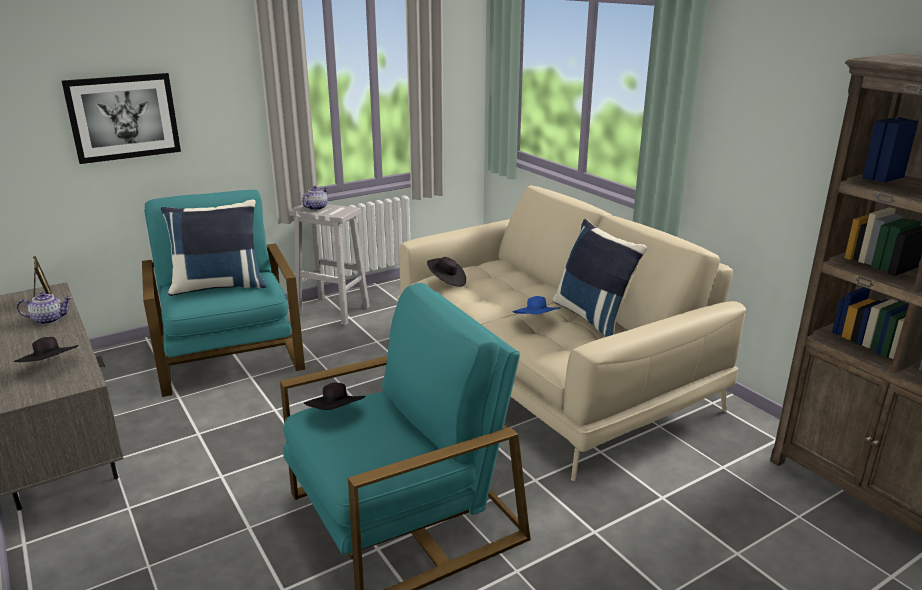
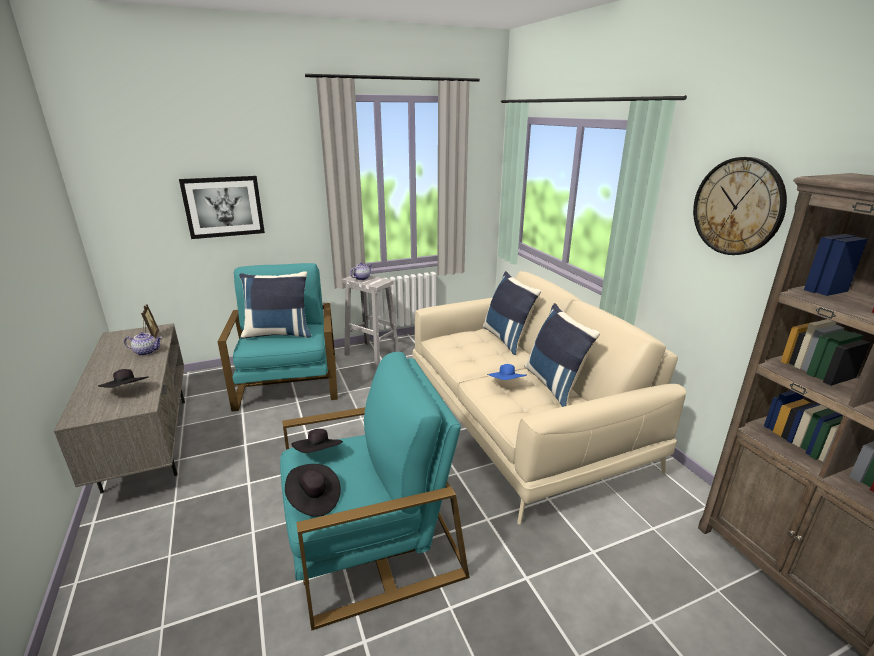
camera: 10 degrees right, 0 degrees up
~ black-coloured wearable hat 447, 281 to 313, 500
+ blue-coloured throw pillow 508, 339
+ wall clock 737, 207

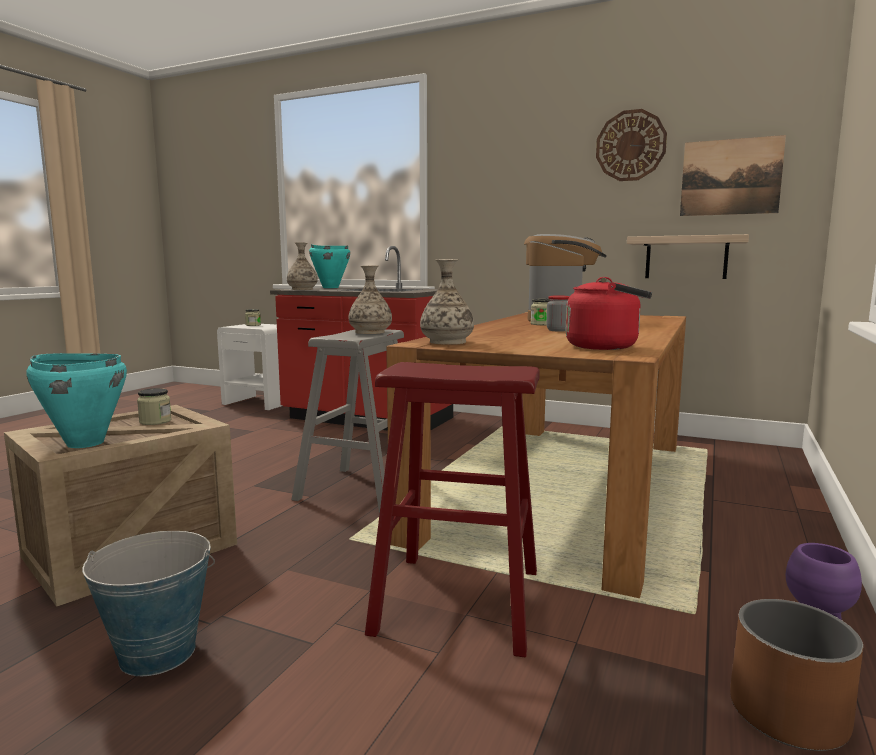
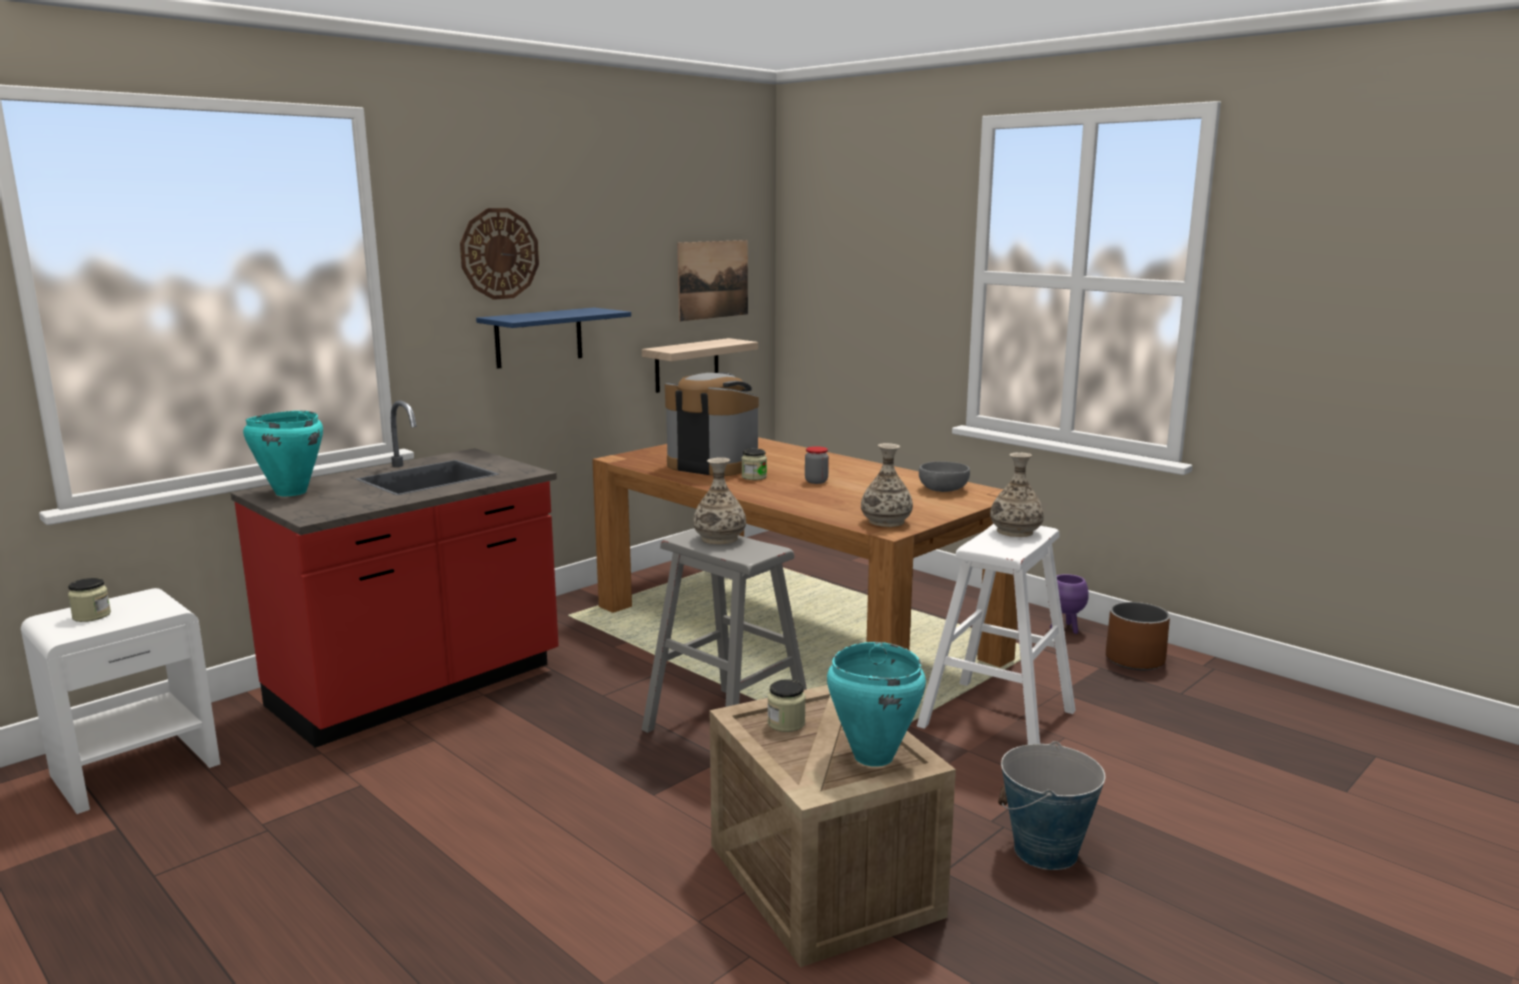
camera: 70 degrees left, 5 degrees up
~ vase 302, 289 to 1015, 531
~ reddish stool seat 458, 601 to whitish stool seat 997, 719
~ reddish tea kettle 606, 347 to grey deep dish 944, 489
~ wall clock 630, 145 to 499, 253
+ blue-coloured bracket shelf 539, 337

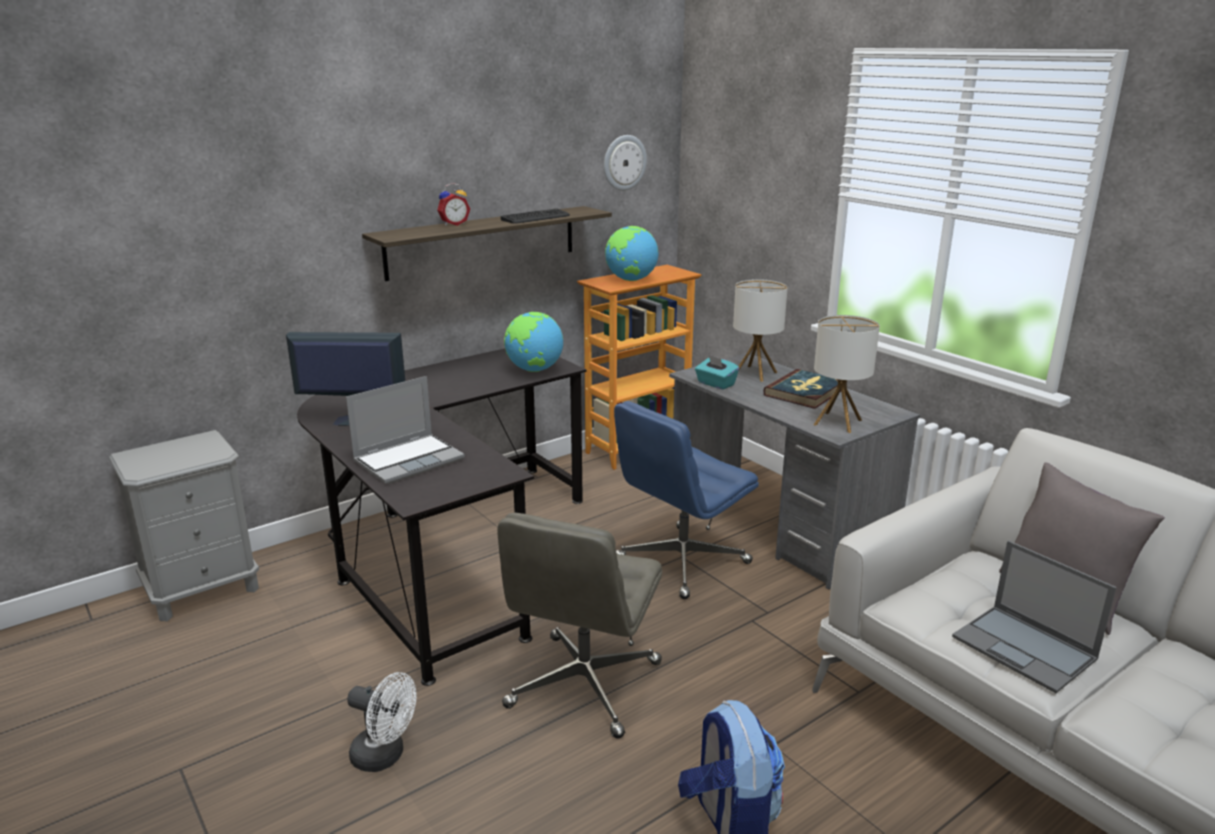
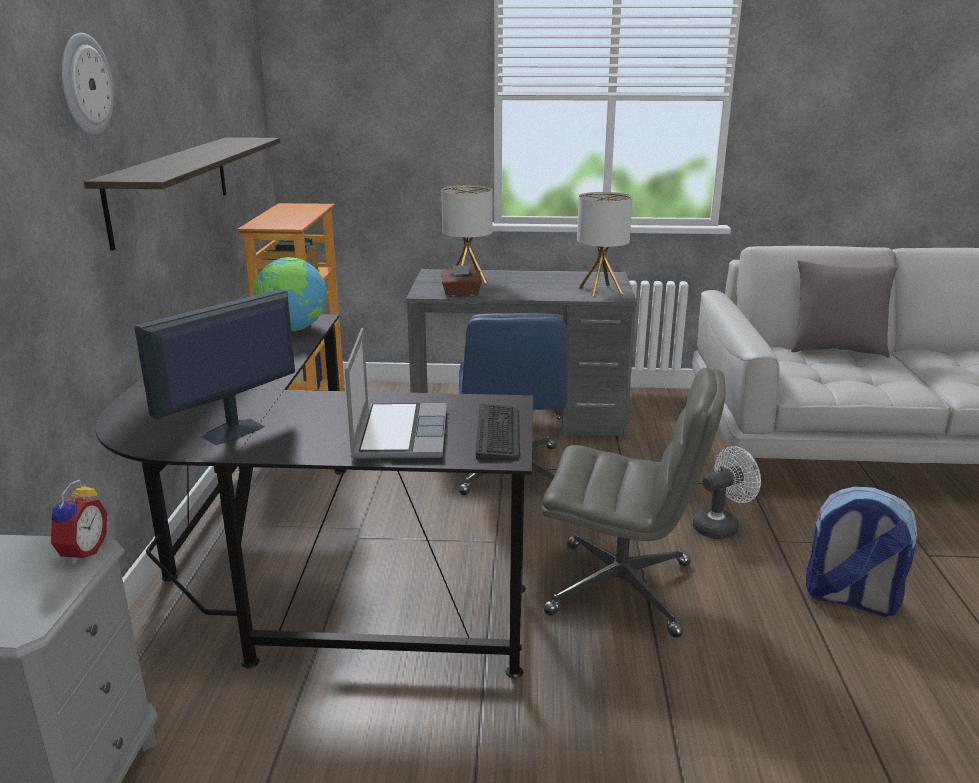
camera: 50 degrees left, 0 degrees up
~ whitish electric fan 385, 756 to 720, 526
~ bedside clock 453, 224 to 81, 552
~ grey computer chair 584, 686 = 622, 588 45 degrees counterclockwise
~ keyboard 536, 218 to 498, 433
~ wall clock 624, 162 to 85, 84
- desk globe 631, 280
~ blue-green tissue holder 715, 384 to brown-coloured tissue holder 461, 294
- volume 805, 392
- notebook computer 1025, 648

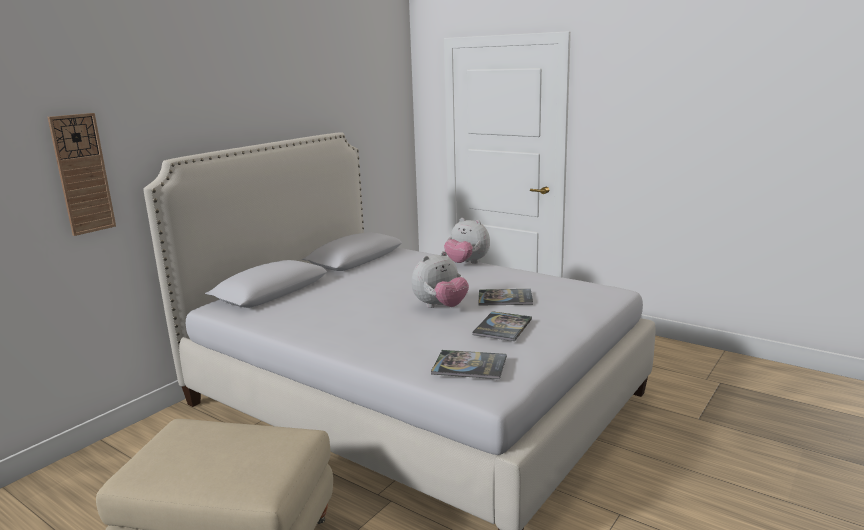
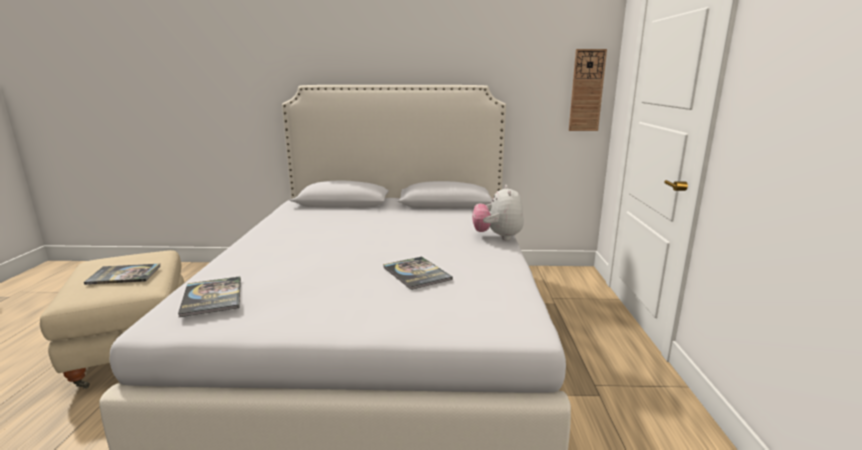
camera: 55 degrees right, 0 degrees up
~ wall clock 82, 174 to 586, 90
- plush toy 440, 307
~ volume 502, 327 to 124, 275

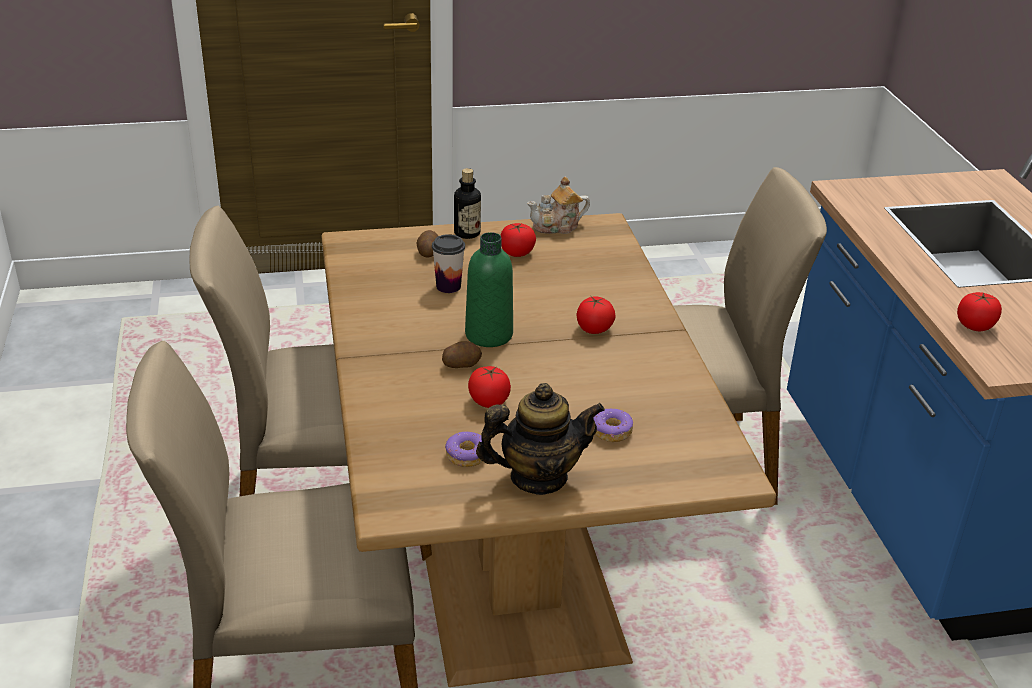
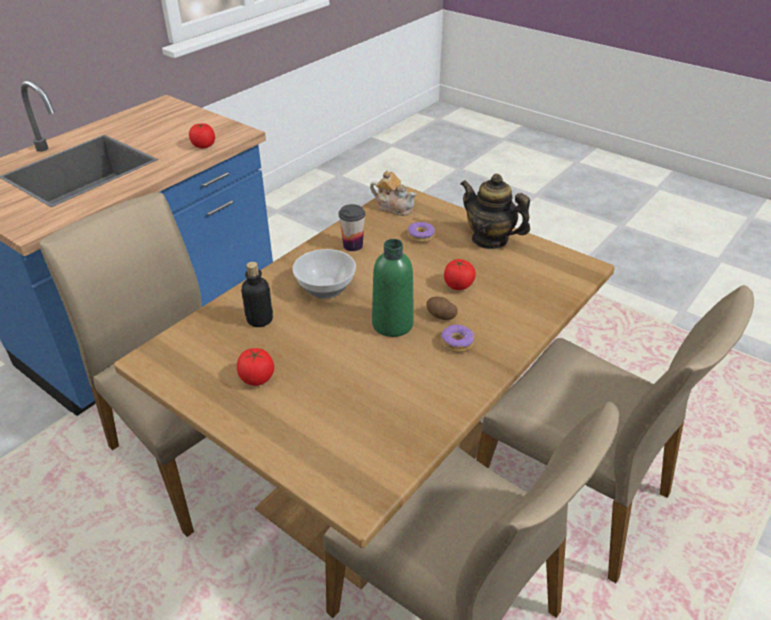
camera: 130 degrees left, 5 degrees up
- spud 428, 252
~ cup 448, 286 to 353, 245
~ doughnut 467, 455 to 457, 343
~ bottle 467, 233 to 260, 320
~ teapot 557, 226 to 394, 207
~ whole tomato 594, 329 to deep dish 326, 287

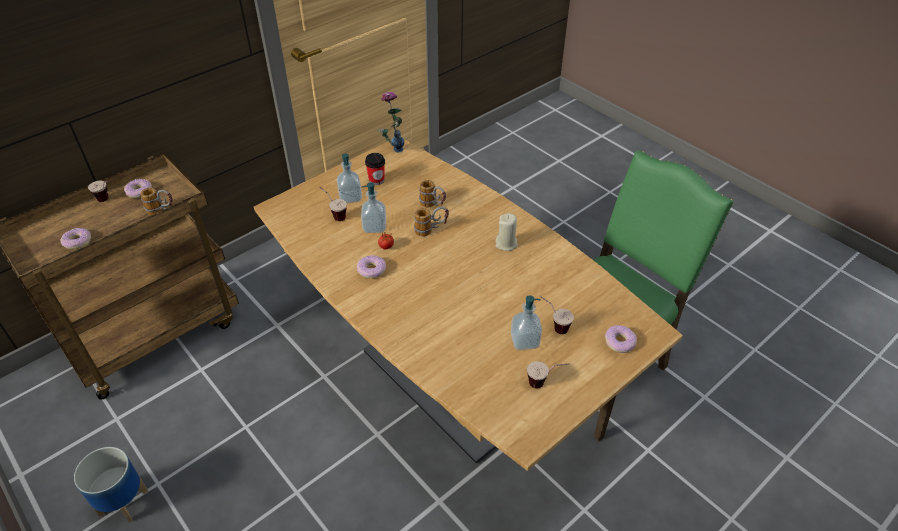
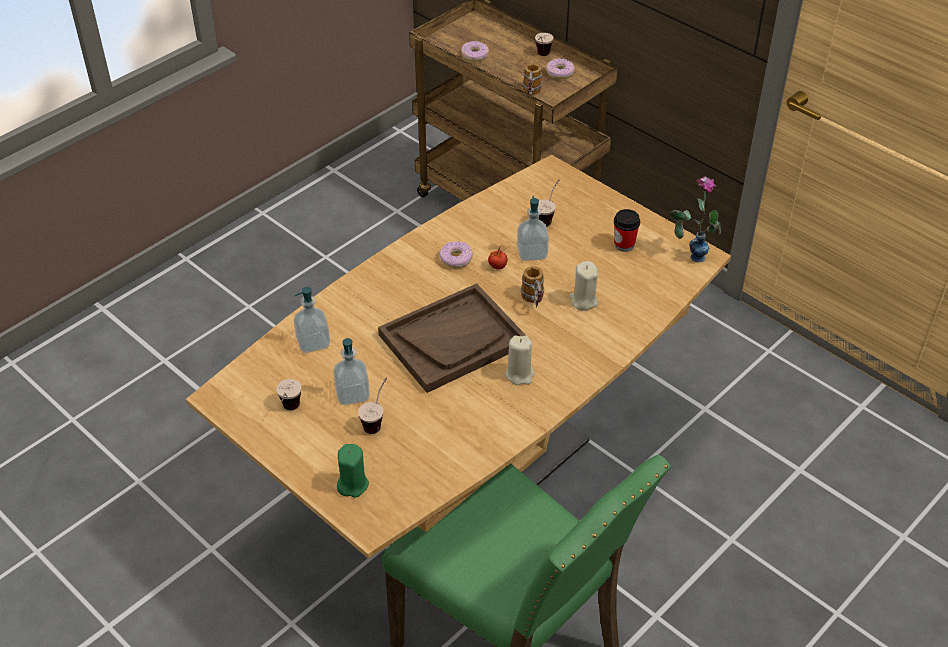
camera: 85 degrees right, 0 degrees up
- plant pot 124, 503
~ soap bottle 350, 197 to 313, 342
~ mug 433, 205 to beige-coloured candle 583, 301
~ doughnut 619, 342 to greenish candle 352, 484
+ brown-coloured tray 453, 340

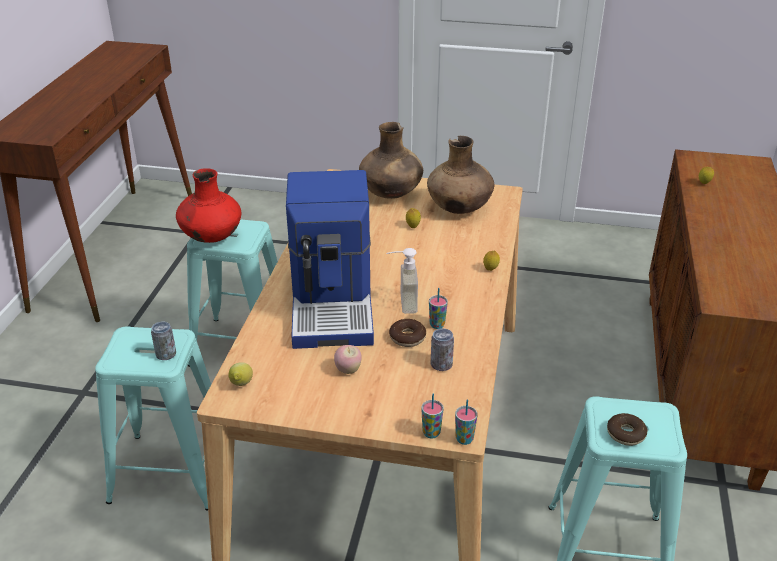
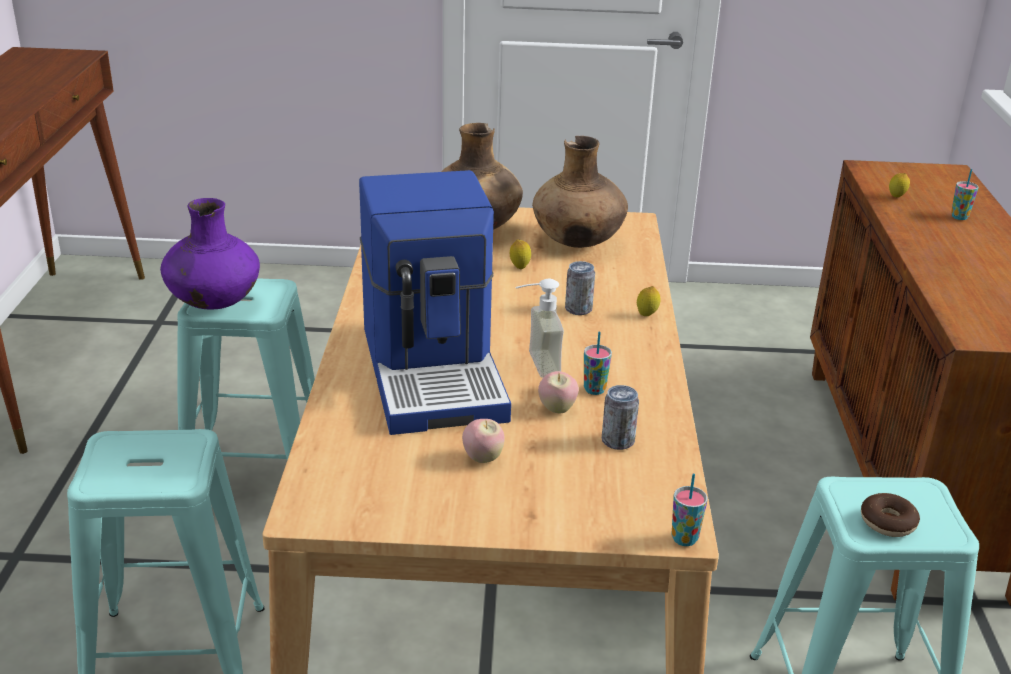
camera: 10 degrees left, 5 degrees down
~ metal can 166, 354 to 578, 309
~ reddish vase 211, 237 to purple vase 213, 303
- citrus fruit 241, 385
~ doughnut 407, 337 to apple fruit 557, 409
~ cup 431, 433 to 959, 217

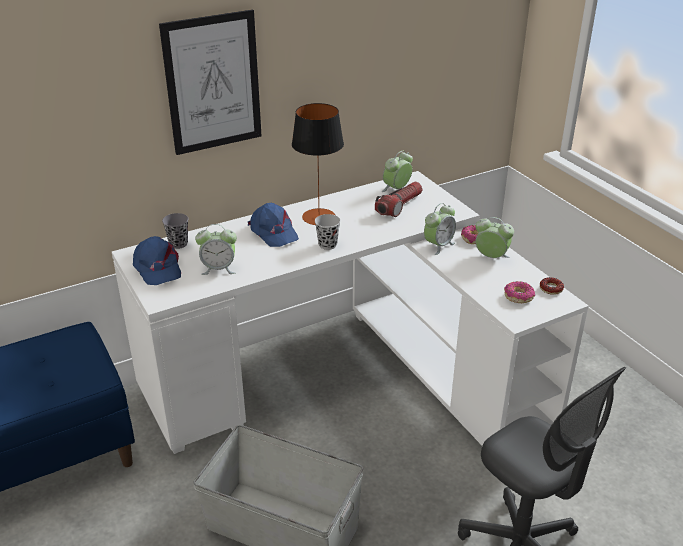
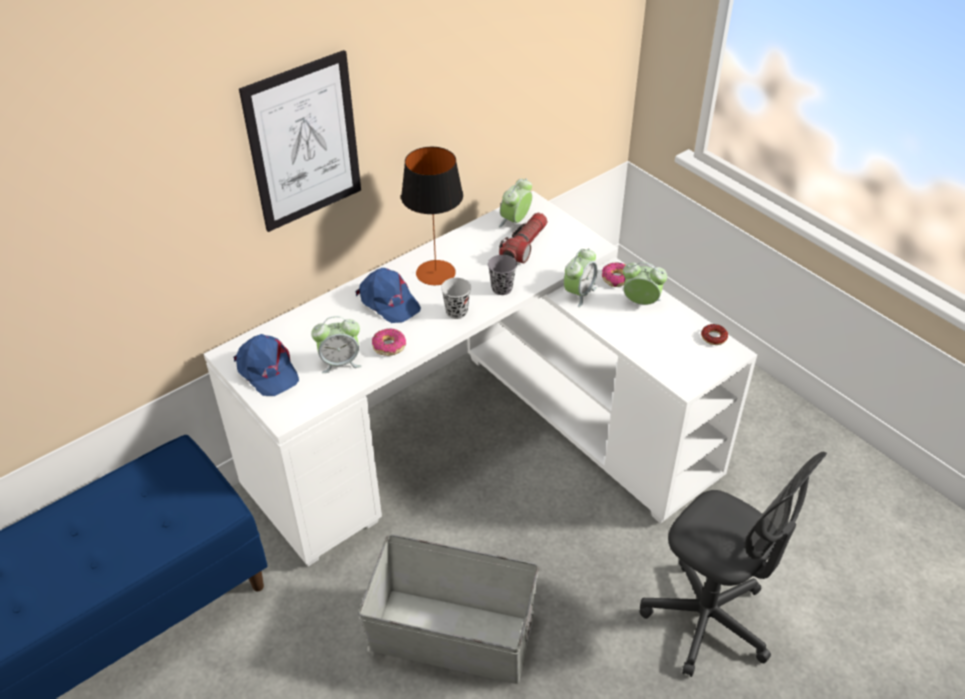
camera: 10 degrees left, 10 degrees up
~ grey cup 178, 244 to 502, 288
~ doughnut 518, 296 to 389, 346

